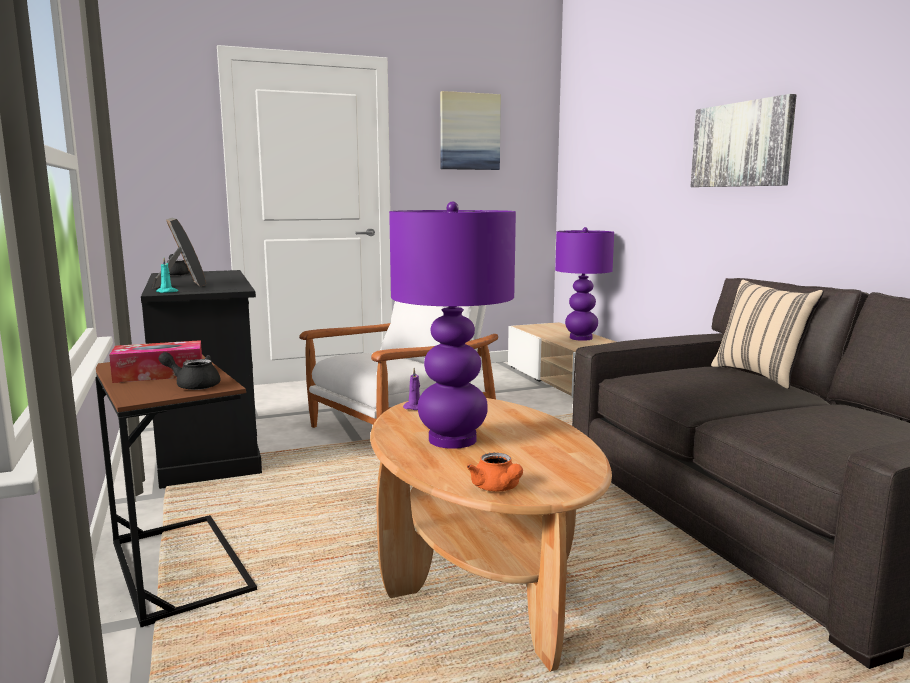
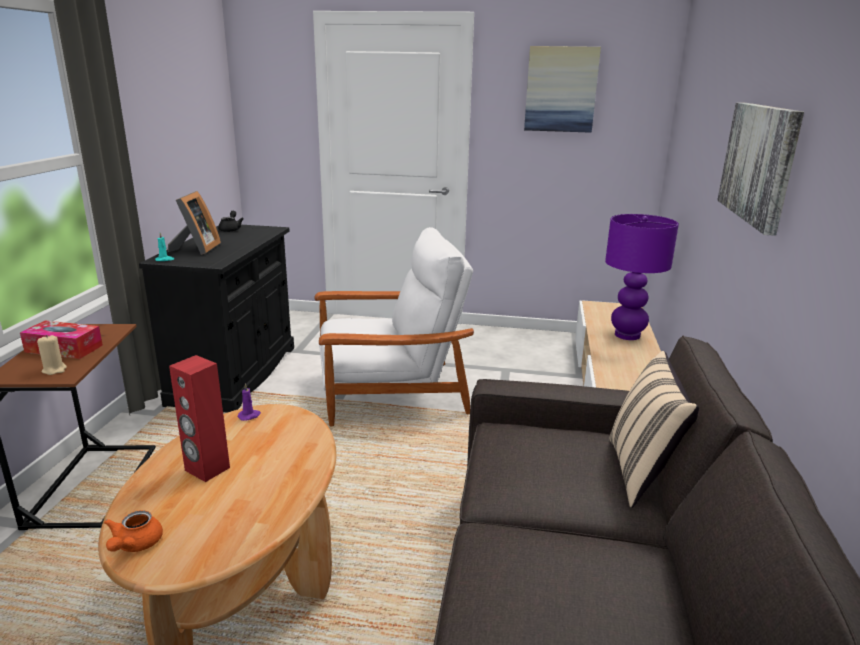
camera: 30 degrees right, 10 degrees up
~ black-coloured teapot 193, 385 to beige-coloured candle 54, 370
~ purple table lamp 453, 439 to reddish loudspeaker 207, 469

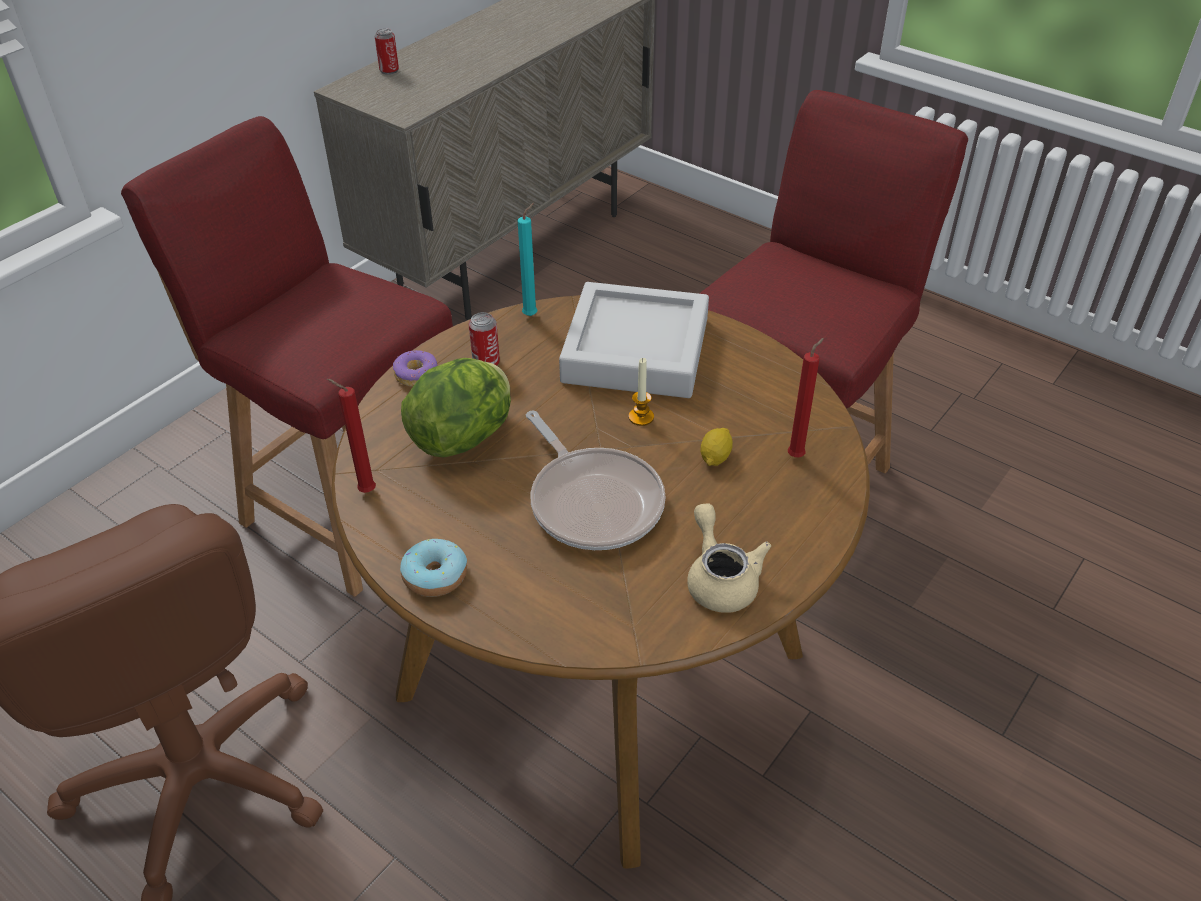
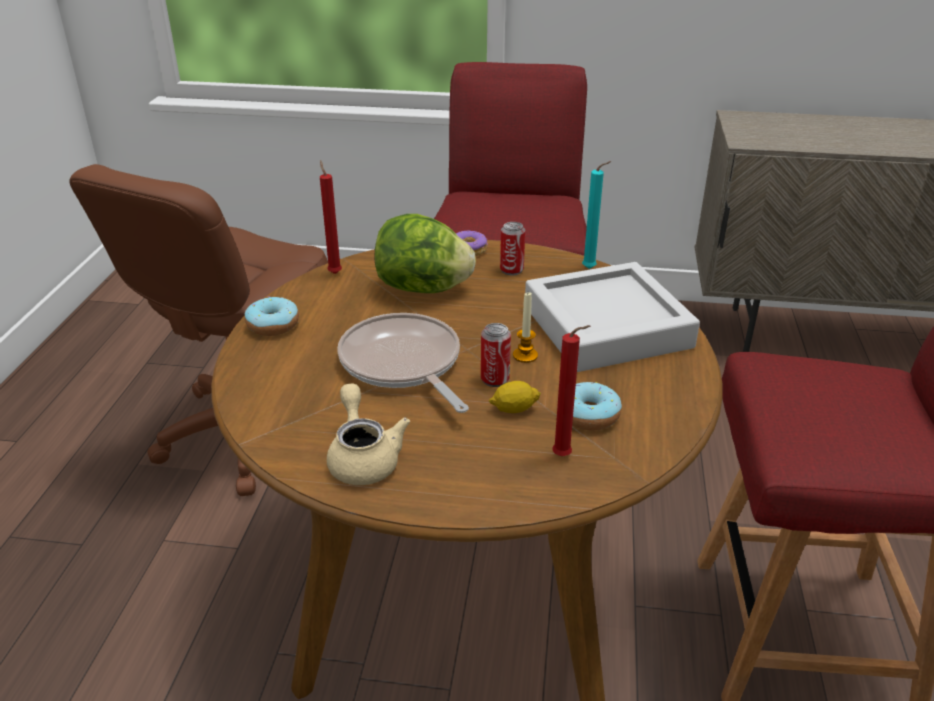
camera: 60 degrees right, 10 degrees down
~ metal can 389, 70 to 495, 379
~ skillet 593, 501 = 403, 364 120 degrees clockwise
~ beige-coloured teapot 720, 578 = 363, 457 60 degrees counterclockwise
+ doughnut 589, 415

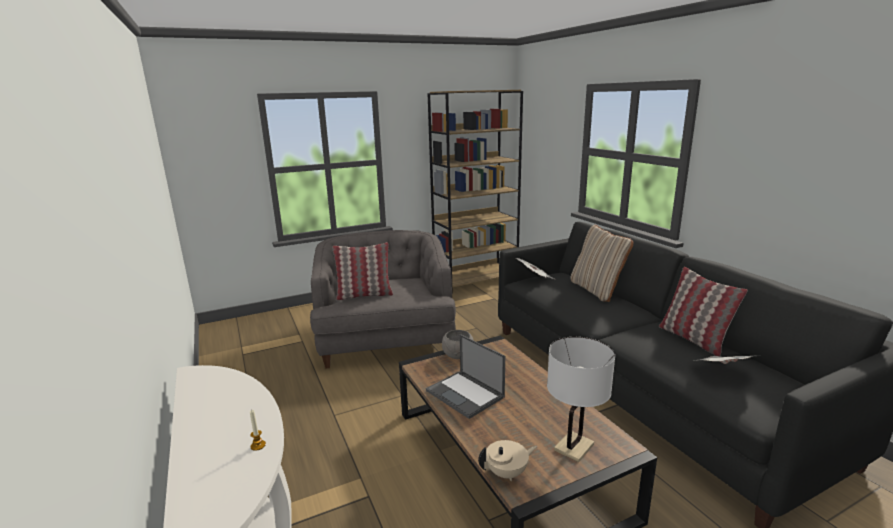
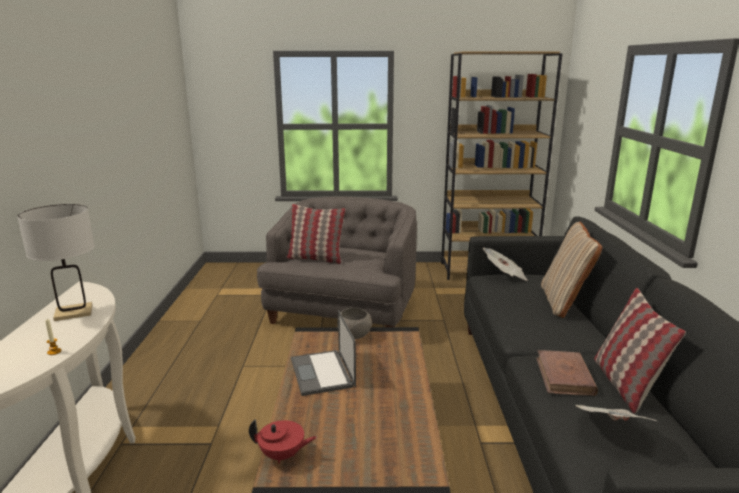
camera: 25 degrees right, 0 degrees up
~ beige-coloured teapot 507, 473 to reddish teapot 282, 455
~ whitish table lamp 574, 447 to 73, 313
+ brown-coloured volume 564, 376

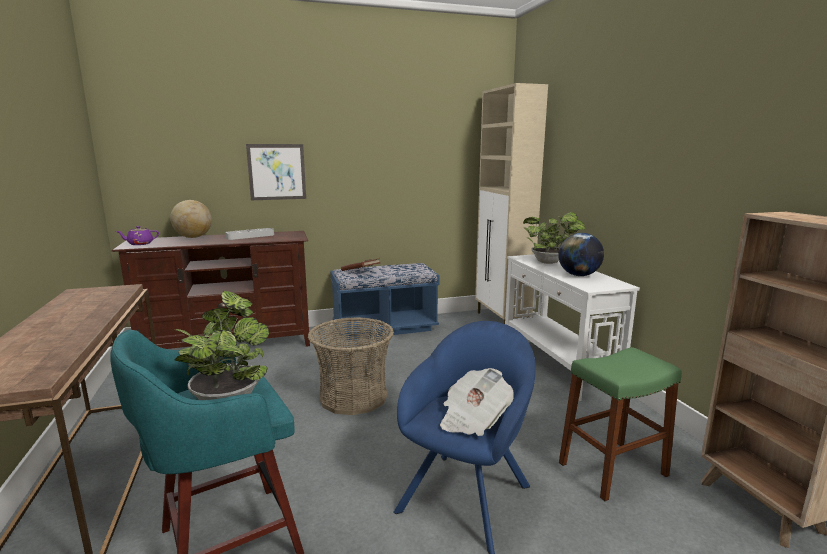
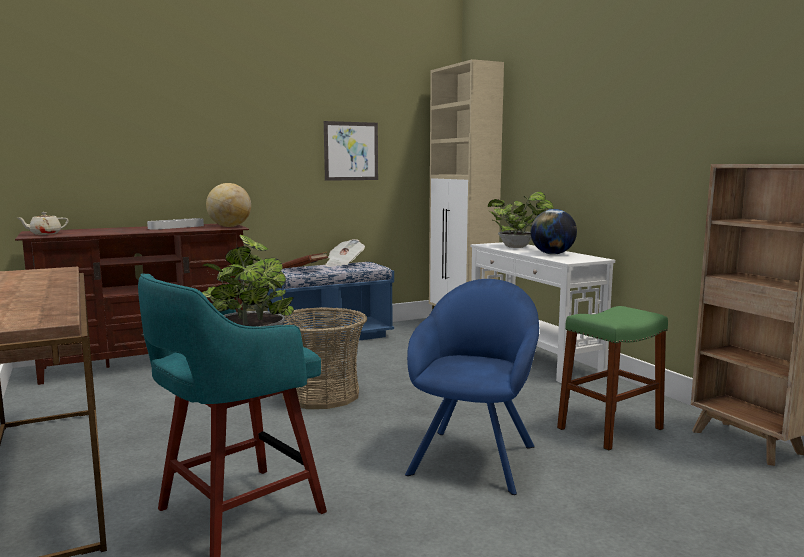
camera: 10 degrees left, 5 degrees down
~ purple teapot 140, 244 to beige-coloured teapot 45, 234
~ desk globe 193, 237 to 229, 226
~ picture 277, 172 to 351, 151
~ newspaper 473, 419 to 343, 264

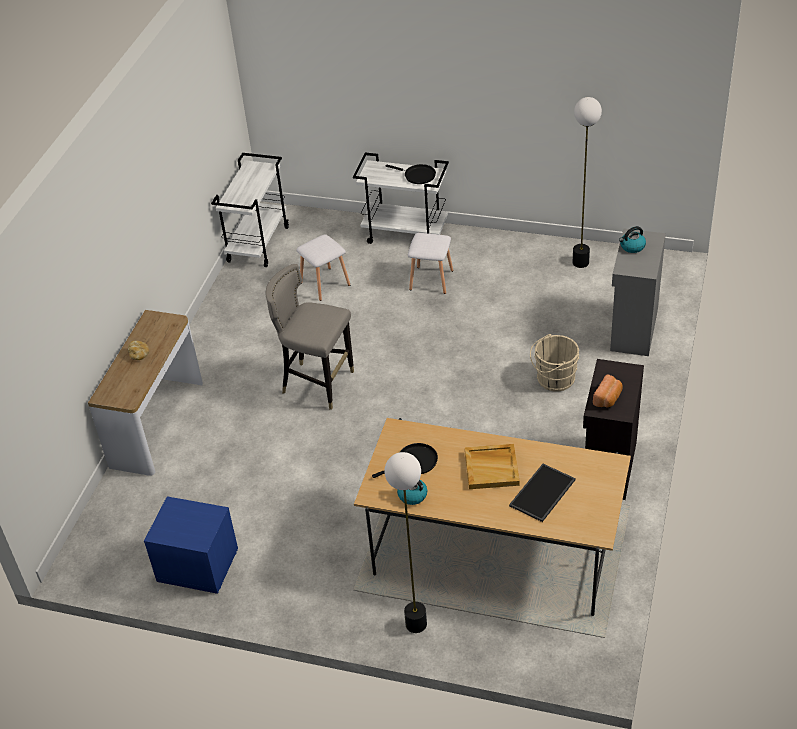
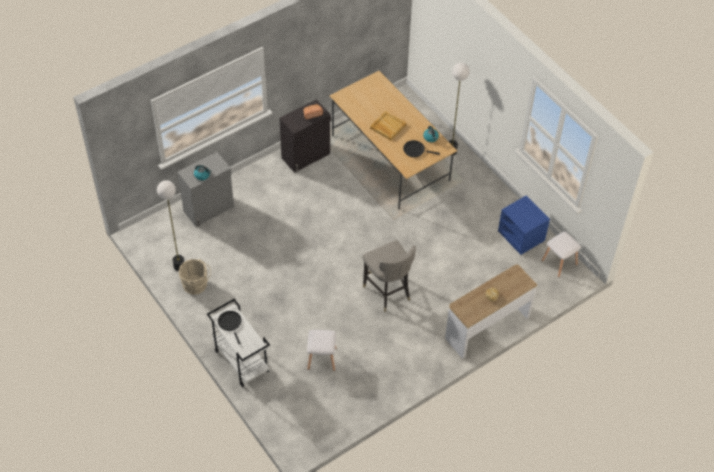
camera: 145 degrees left, 10 degrees up
- whitish cart 258, 244
~ whitish stool seat 431, 280 to 559, 262
- tray 543, 493
~ beige-coloured bucket 553, 379 to 196, 285

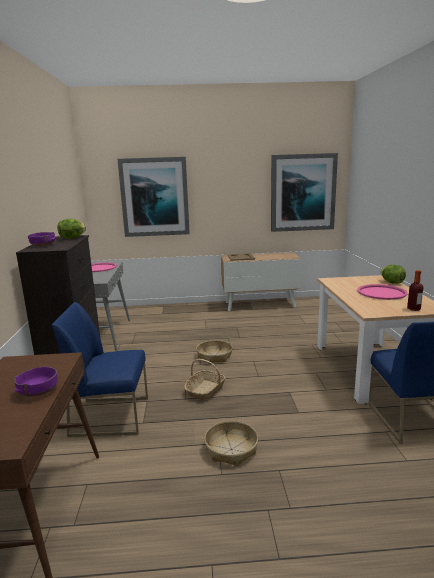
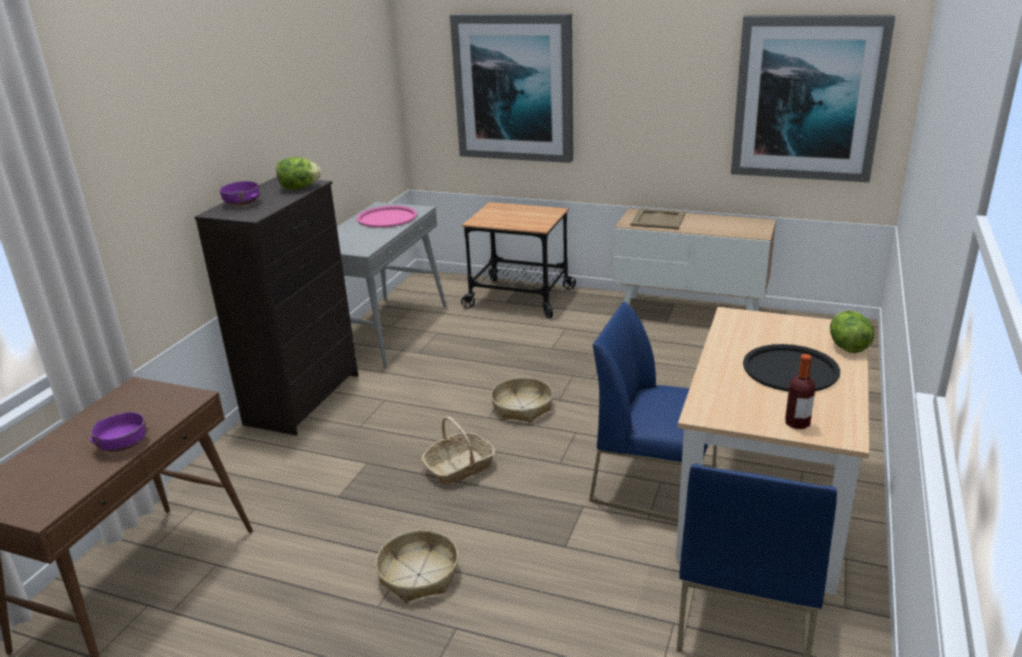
camera: 25 degrees right, 10 degrees up
~ blue-coloured upright chair 111, 415 to 655, 484
~ pink-coloured tray 381, 293 to black-coloured tray 790, 369
+ cart 520, 297

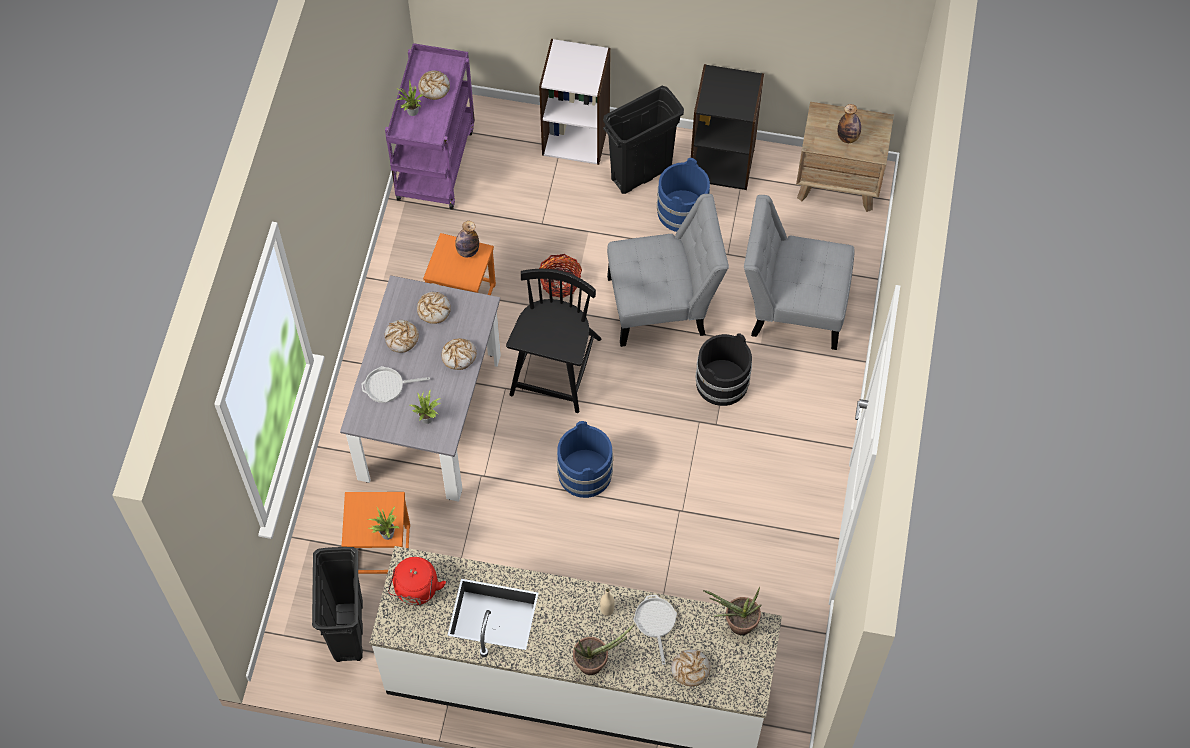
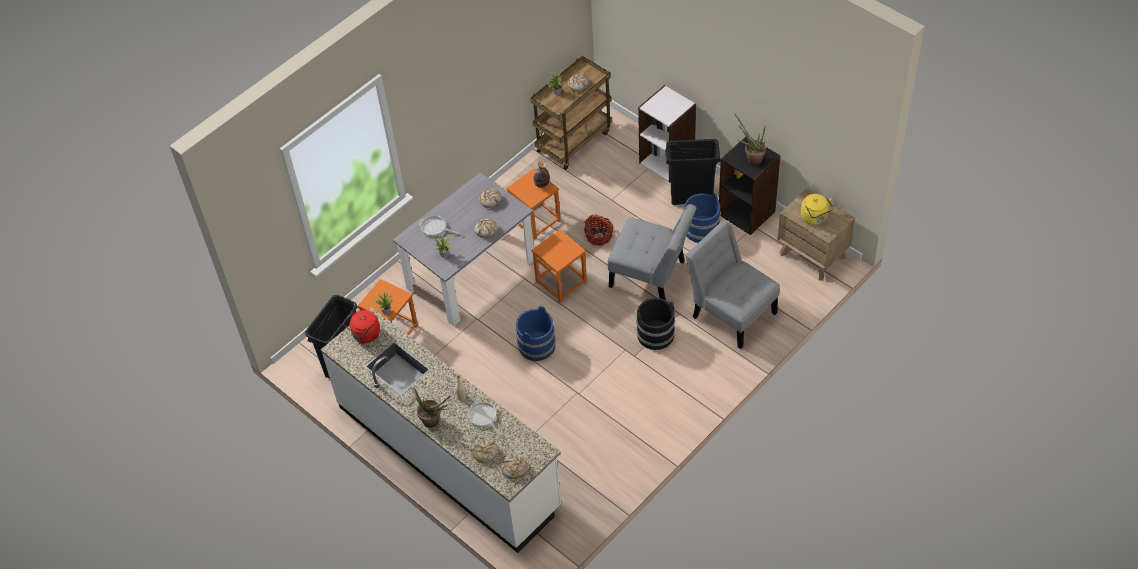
camera: 35 degrees right, 10 degrees down
~ bread 401, 338 to 514, 469
~ purple cart 435, 162 to brown-coloured cart 574, 140
~ black-coloured upright chair 555, 369 to orange stool seat 561, 282
~ skillet 655, 622 = 484, 417 60 degrees counterclockwise
~ plant in a pot 735, 623 to 751, 158
~ bottle 847, 137 to yellowish tea kettle 815, 218

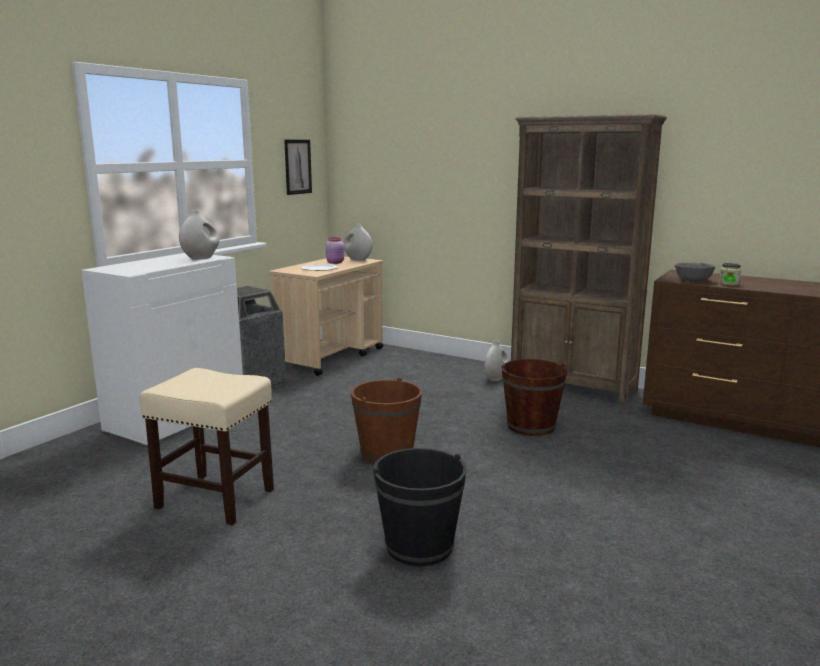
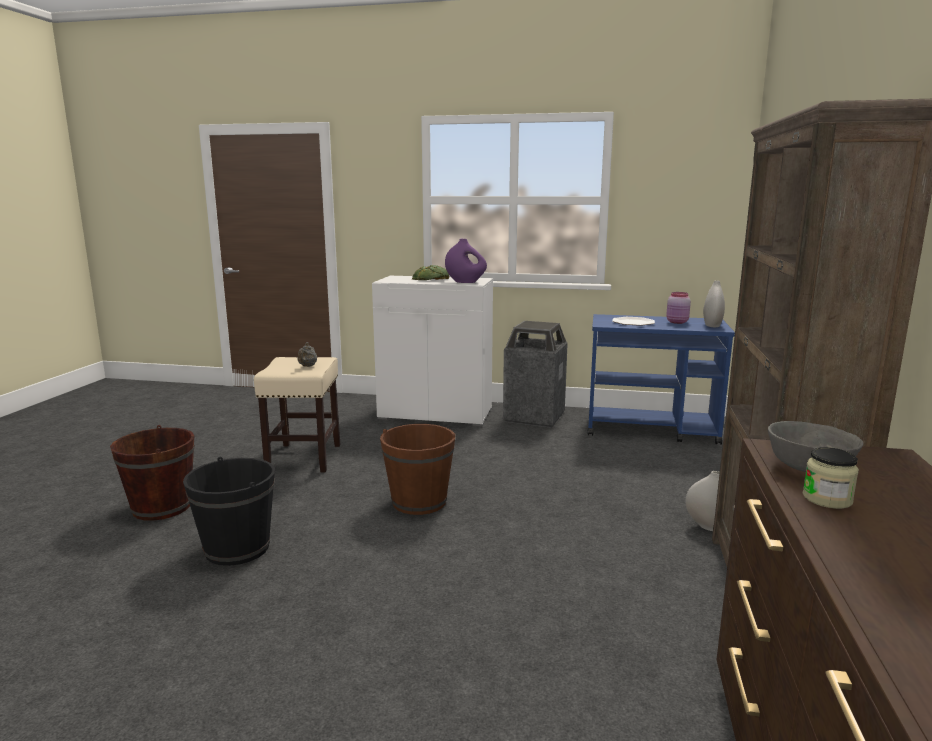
camera: 70 degrees right, 0 degrees up
~ whitish vase 201, 258 to purple vase 465, 282
~ beige-coloured cart 331, 357 to blue-coloured cart 652, 429
- picture 298, 166
~ brown-coloured bucket 531, 426 to 161, 507
+ grey teapot 307, 366
+ bread 431, 279

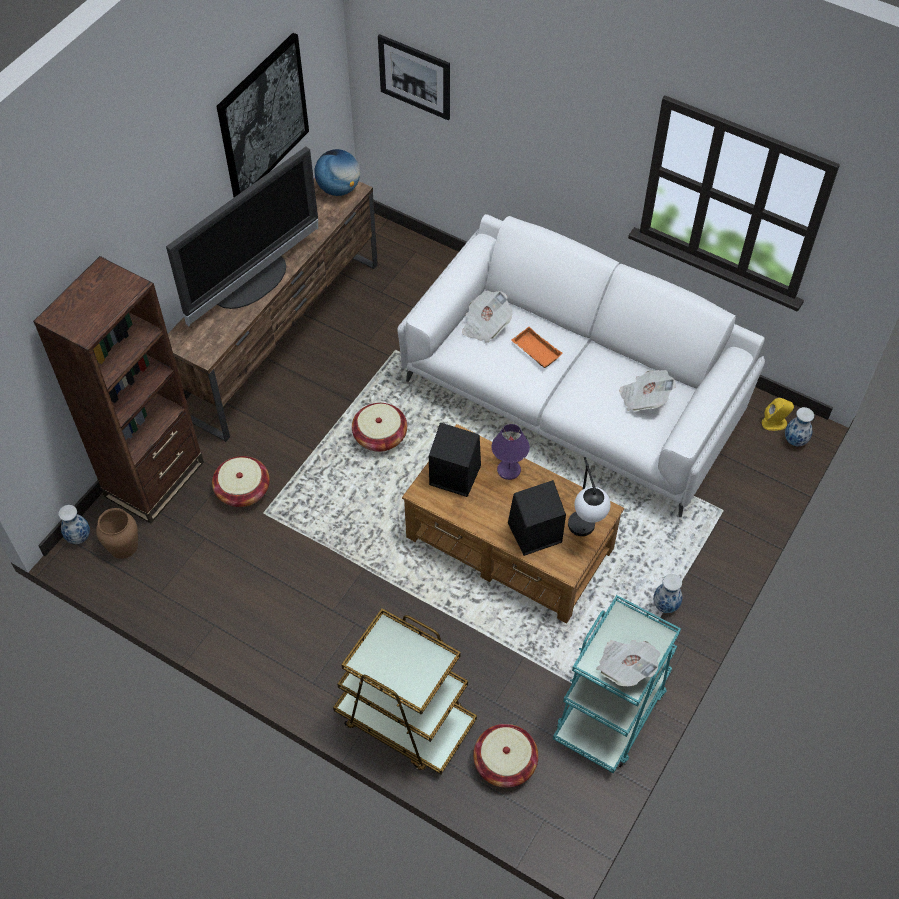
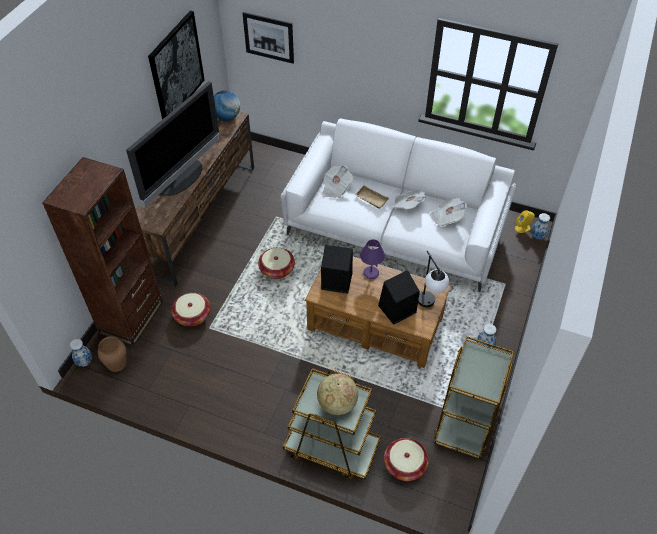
camera: 10 degrees left, 5 degrees down
~ orange tray 534, 351 to beige-coloured tray 370, 199
~ blue-green cart 611, 711 to brown-coloured cart 466, 419
~ newspaper 625, 667 to 407, 205
+ desk globe 337, 404

